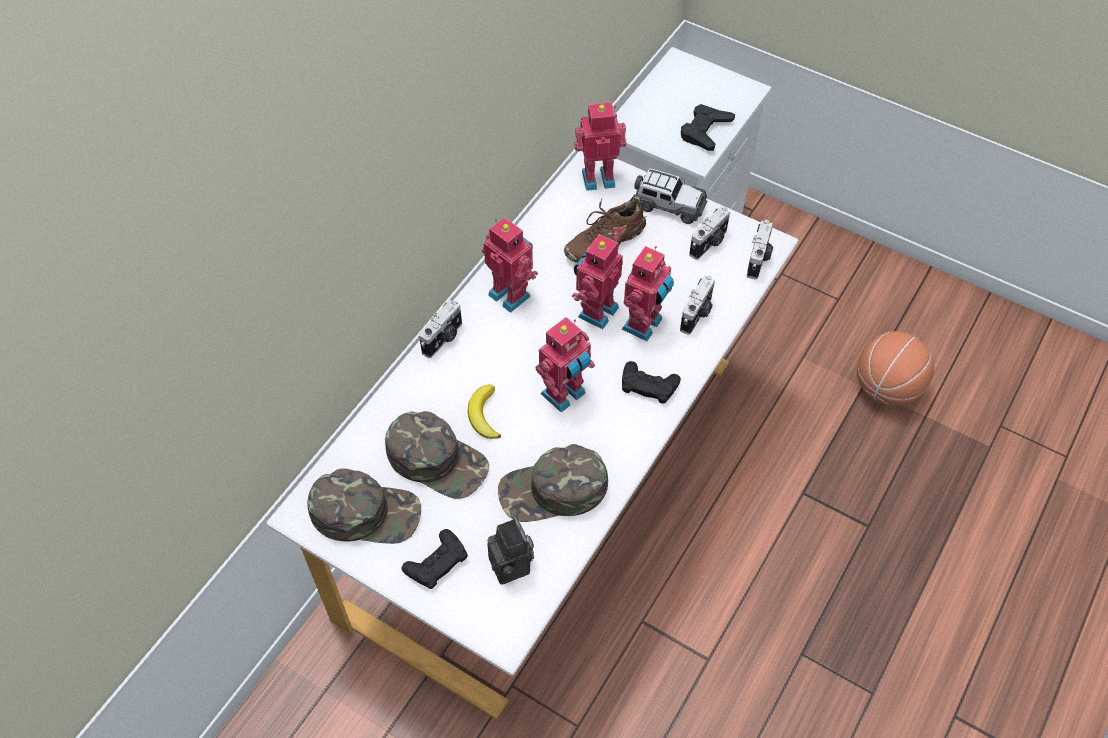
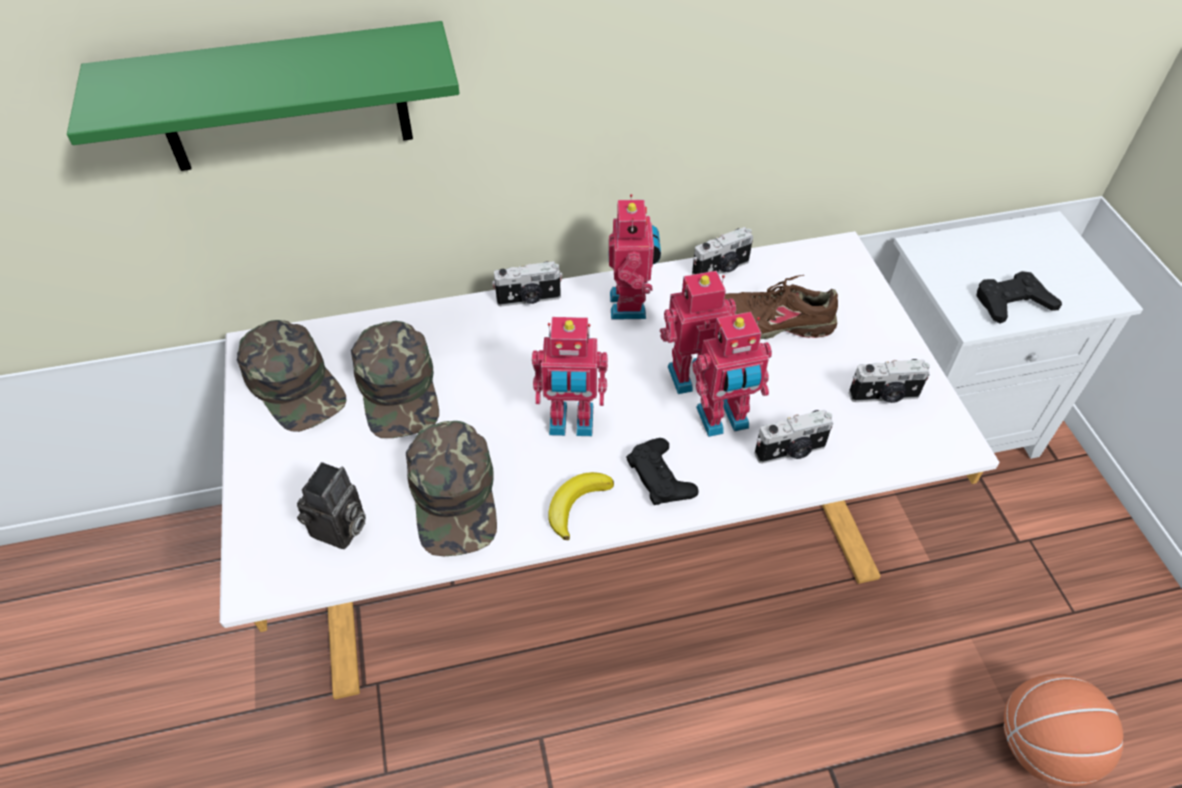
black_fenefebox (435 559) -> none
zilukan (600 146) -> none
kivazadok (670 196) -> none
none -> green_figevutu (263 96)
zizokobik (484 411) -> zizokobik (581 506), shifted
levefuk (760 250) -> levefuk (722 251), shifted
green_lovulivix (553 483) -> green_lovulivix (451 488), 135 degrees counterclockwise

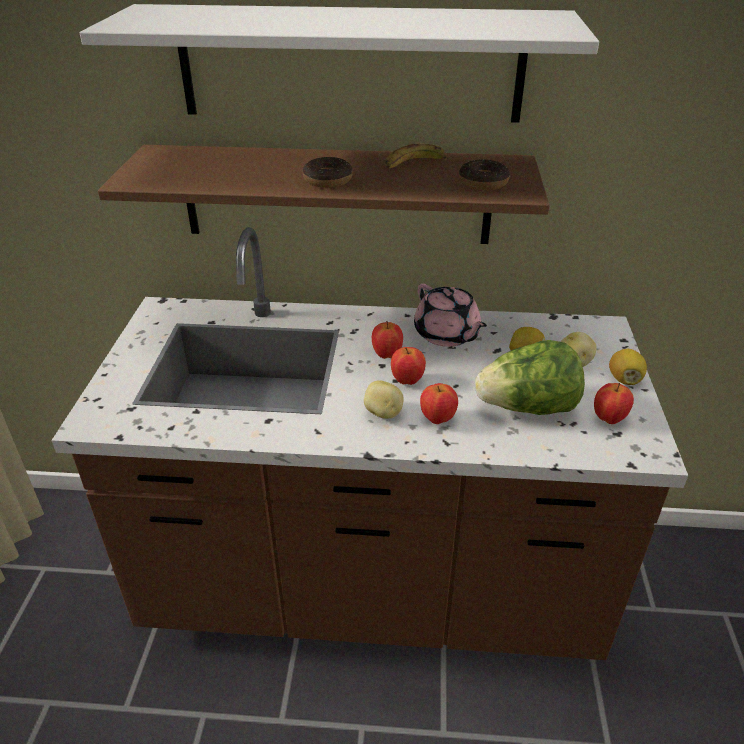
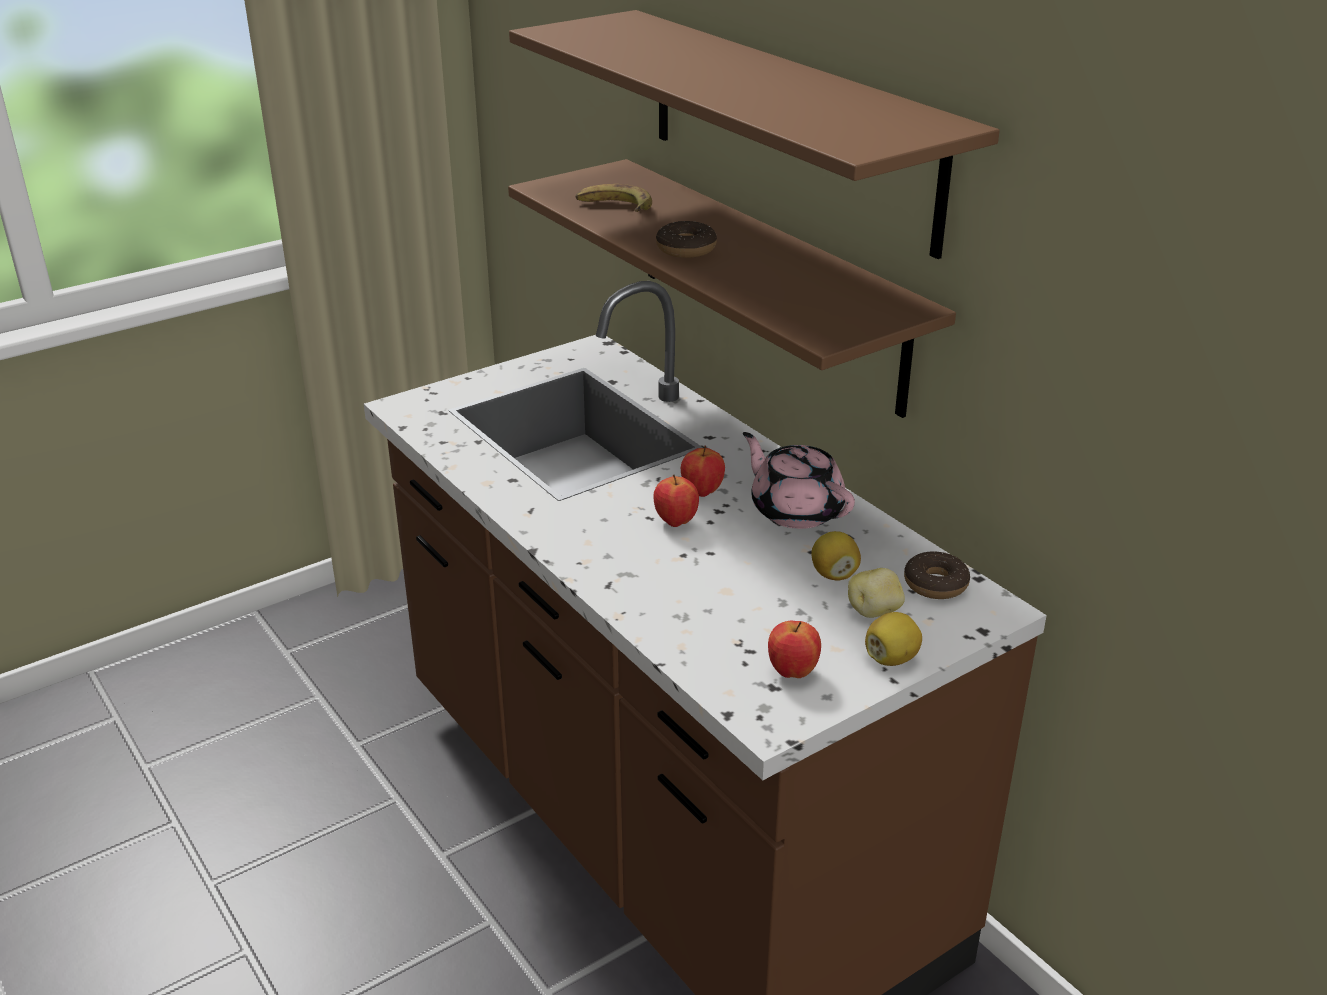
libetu (384 399) -> none
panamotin (439 403) -> none
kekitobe (530 377) -> none
zizokobik (416 156) -> zizokobik (614 198), shifted
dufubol (484 174) -> dufubol (937 575), shifted
white_figevutu (339 63) -> brown_figevutu (754 134)
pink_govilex (450 315) -> pink_govilex (799 480), 120 degrees clockwise

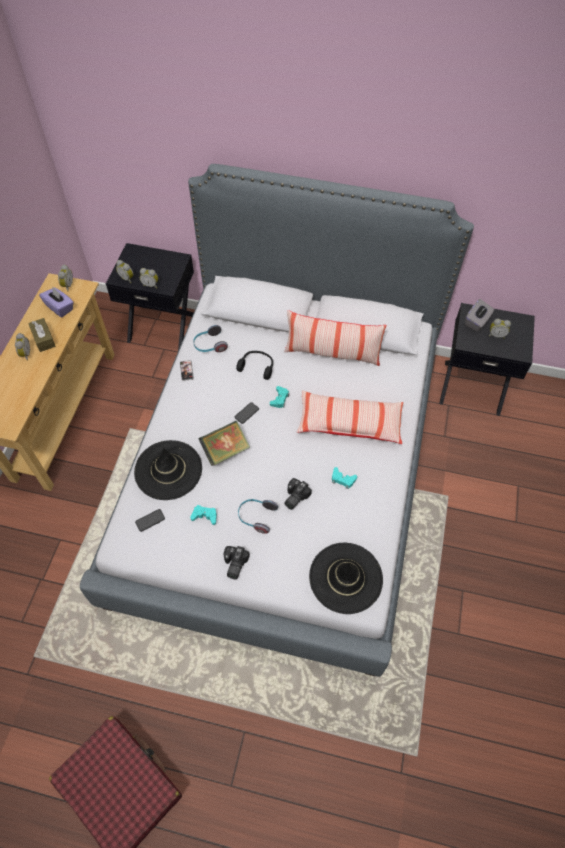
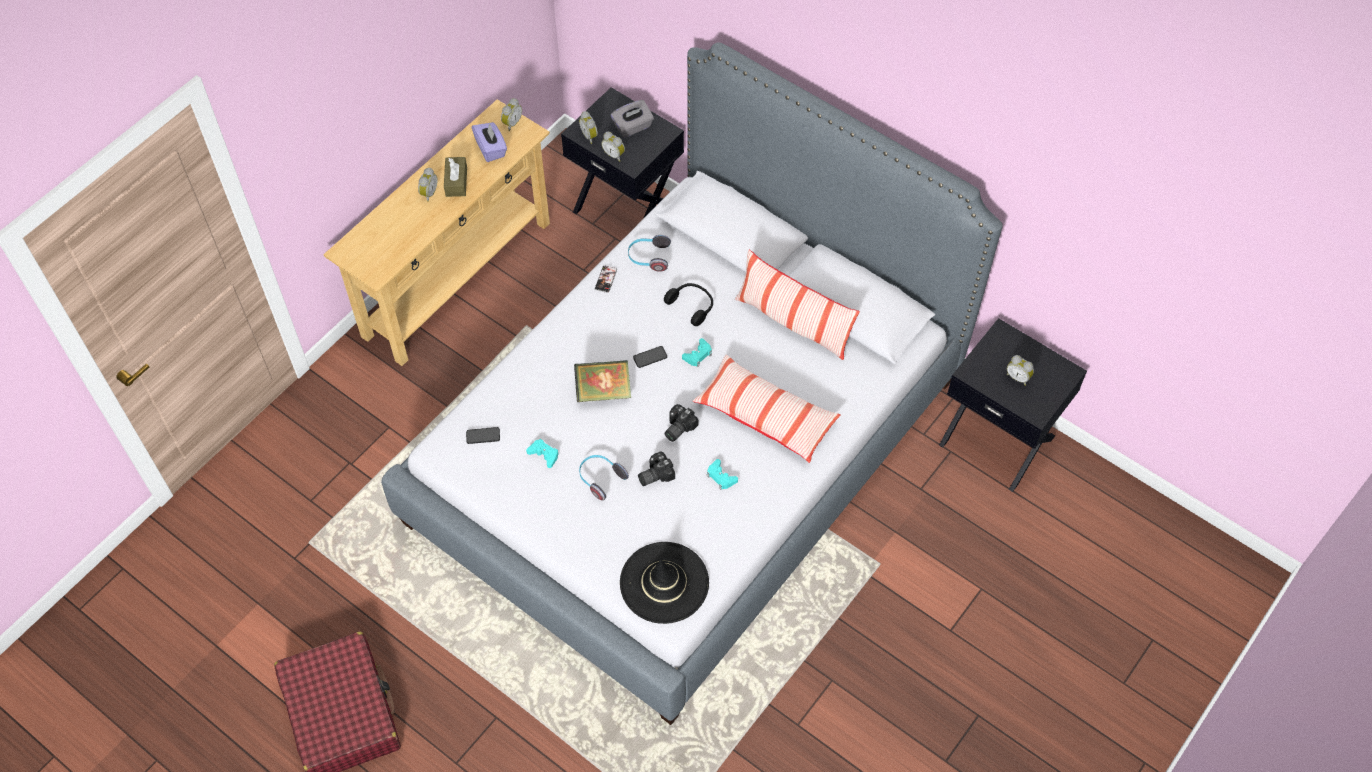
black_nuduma (168 470) -> none
levefuk (237 562) -> levefuk (681 423), shifted
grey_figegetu (479 315) -> grey_figegetu (632 119), shifted

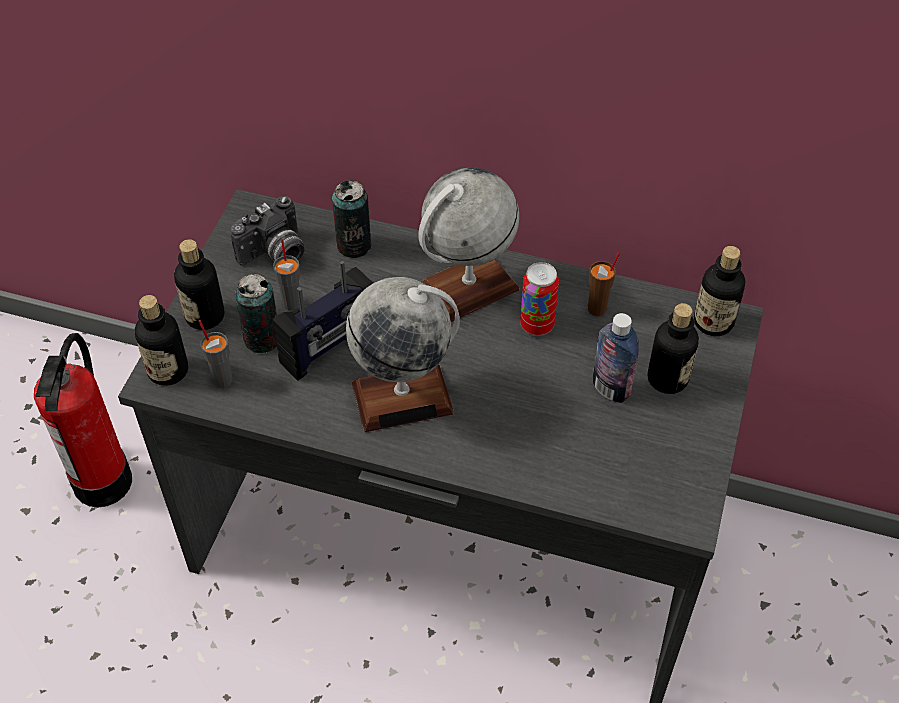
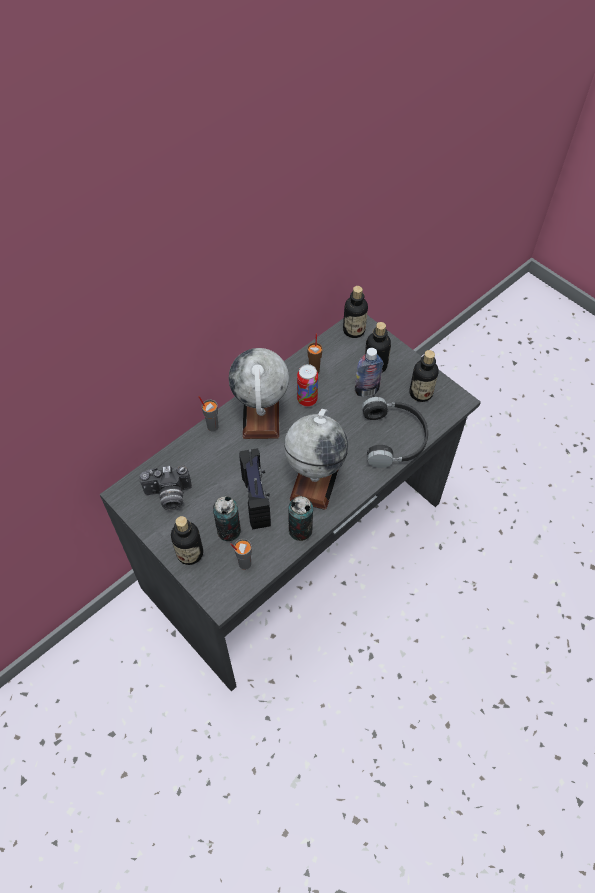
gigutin (83 420) -> none
none -> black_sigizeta (395 432)
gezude (161 340) -> gezude (424 376), shifted
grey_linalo (286 275) -> grey_linalo (208 414), shifted
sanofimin (351 219) -> sanofimin (300 518), shifted
levefuk (267 231) -> levefuk (165 487), 90 degrees clockwise

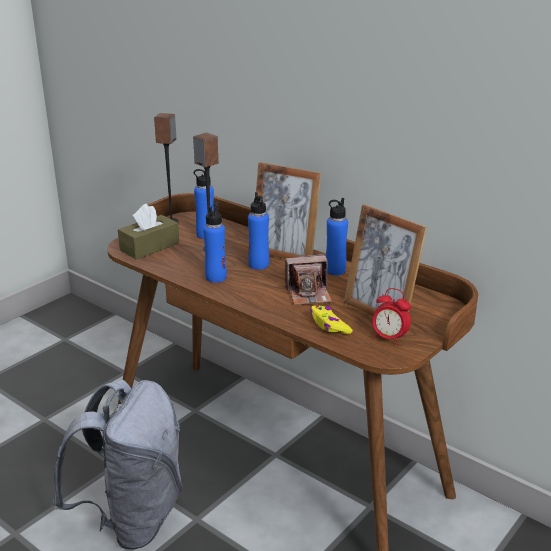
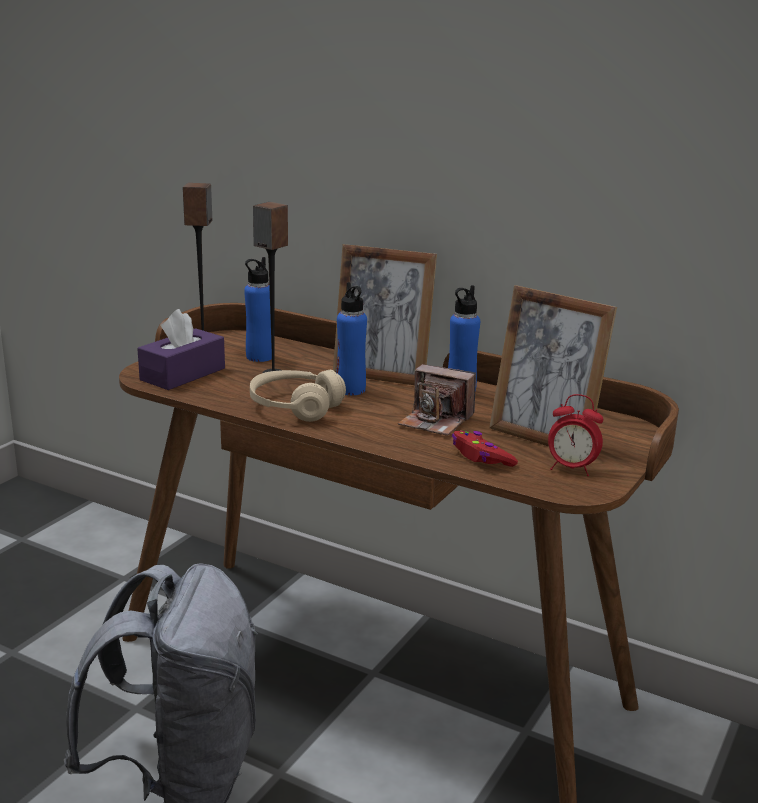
blue_gezude (215 242) -> beige_sigizeta (298 396)
brown_figegetu (148 231) -> purple_figegetu (181 349)
yellow_fenefebox (331 320) -> red_fenefebox (485 448)
levefuk (308 279) -> levefuk (437 400), 45 degrees clockwise

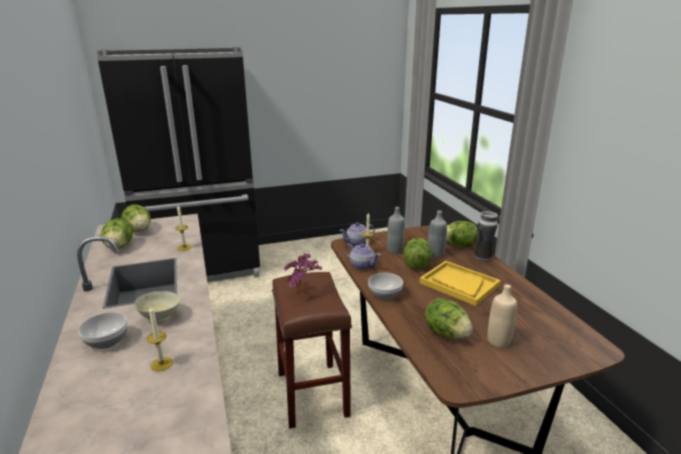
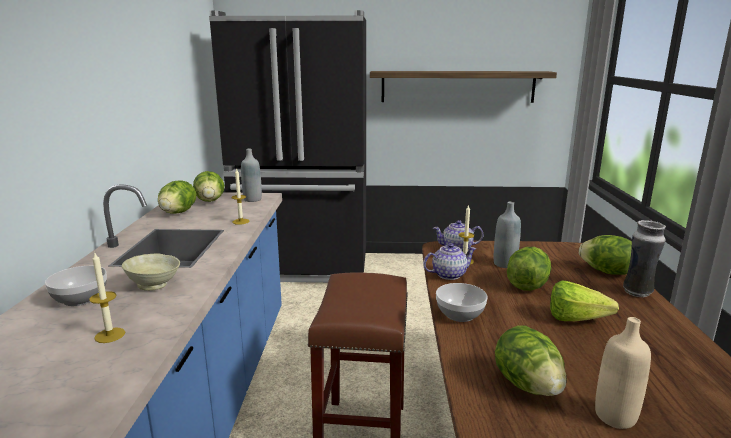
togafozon (303 273) -> none
none -> figevutu (463 87)
grey_gezude (437 234) -> grey_gezude (251 175), shifted
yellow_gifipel (460 283) -> kekitobe (584 300)
govilex (363 256) -> govilex (449 261), 75 degrees counterclockwise

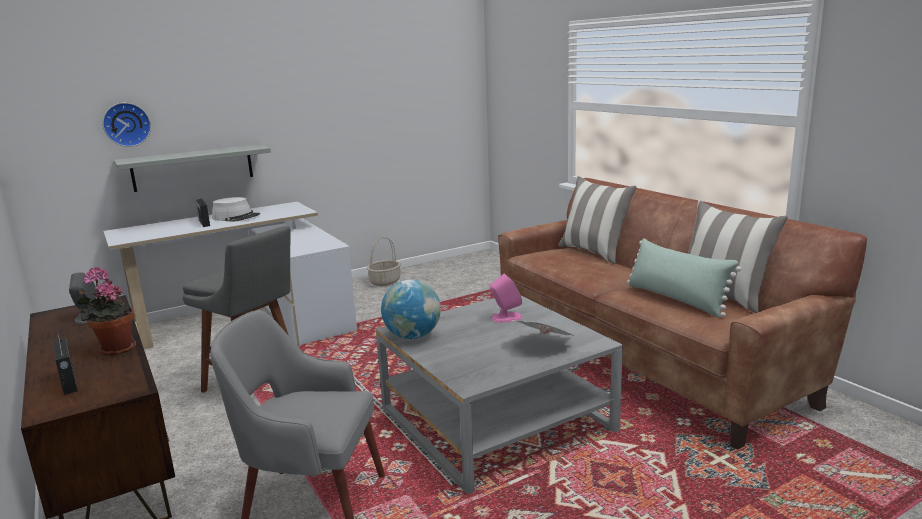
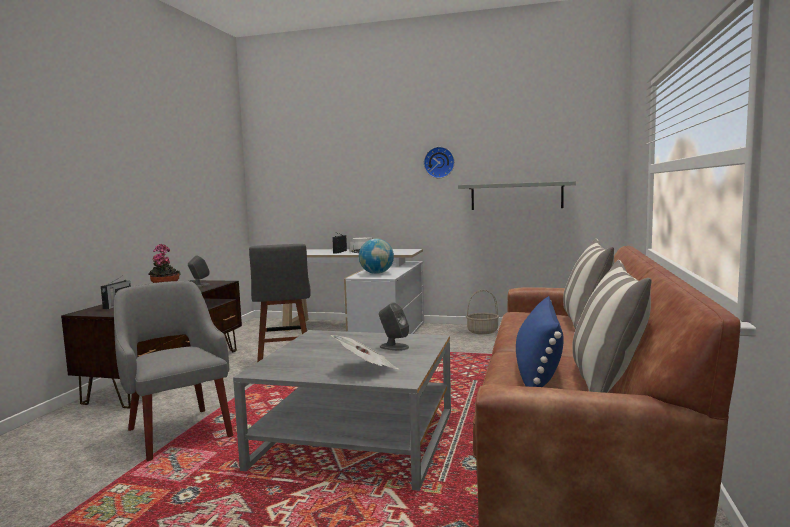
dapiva (127 125) -> dapiva (439 162), shifted
grey_figevutu (192 168) -> grey_figevutu (517 195), shifted
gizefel (411 309) -> gizefel (376 256), shifted
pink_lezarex (506 298) -> grey_lezarex (394 326)
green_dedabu (684 278) -> blue_dedabu (539 341)

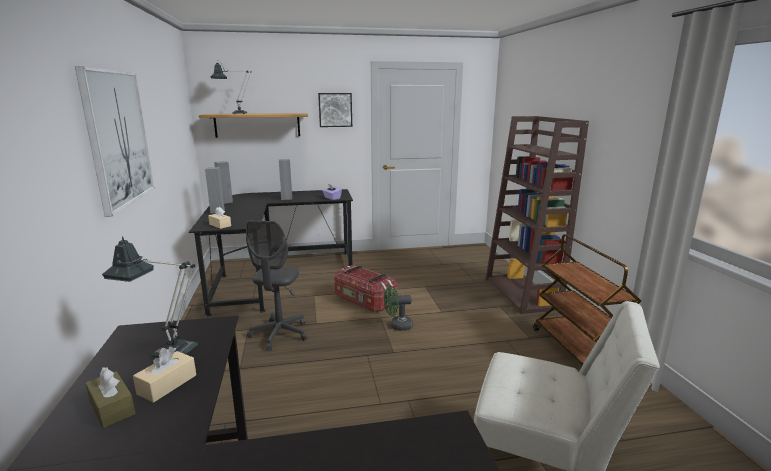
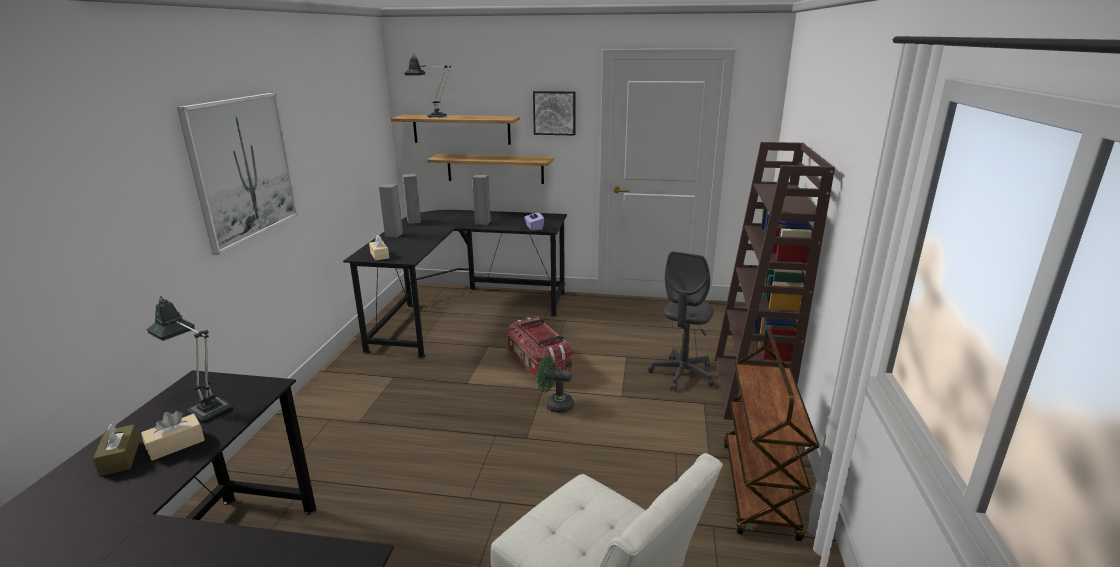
none -> figevutu (490 169)
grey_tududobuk (276 285) -> grey_tududobuk (681 321), shifted

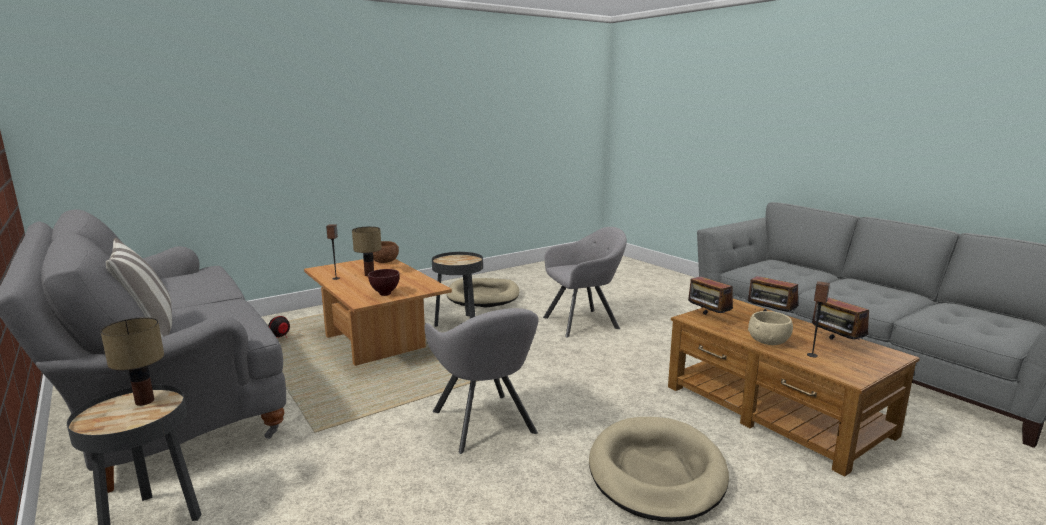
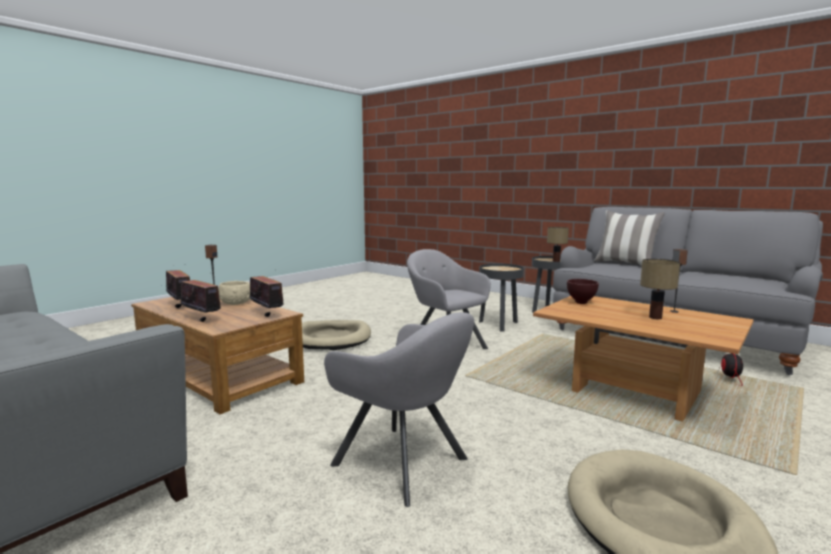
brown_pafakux (386 252) -> none
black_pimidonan (457 289) -> black_pimidonan (501 297), shifted
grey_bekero (585 282) -> grey_bekero (399 409), 105 degrees counterclockwise

